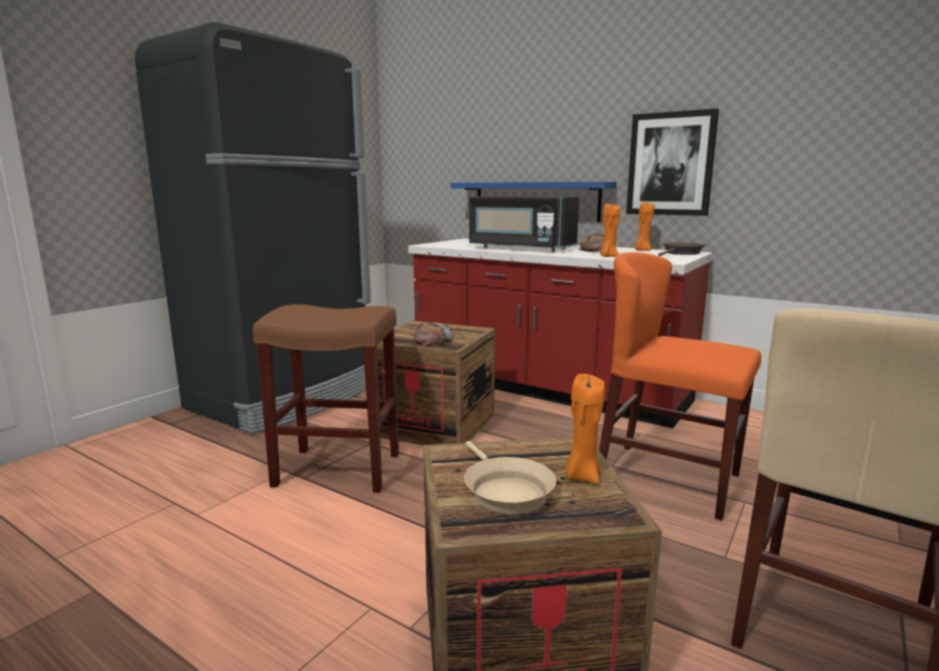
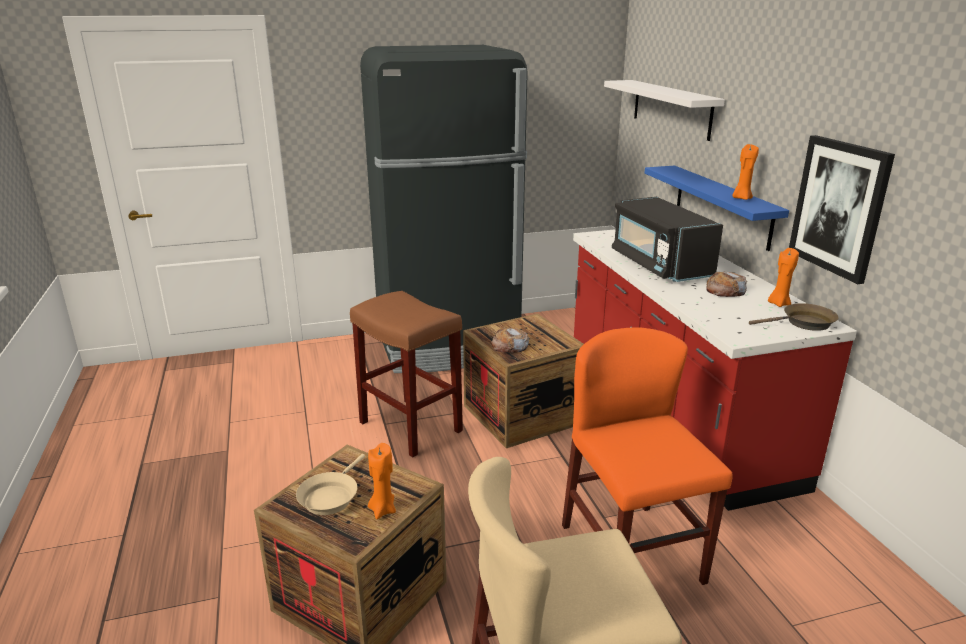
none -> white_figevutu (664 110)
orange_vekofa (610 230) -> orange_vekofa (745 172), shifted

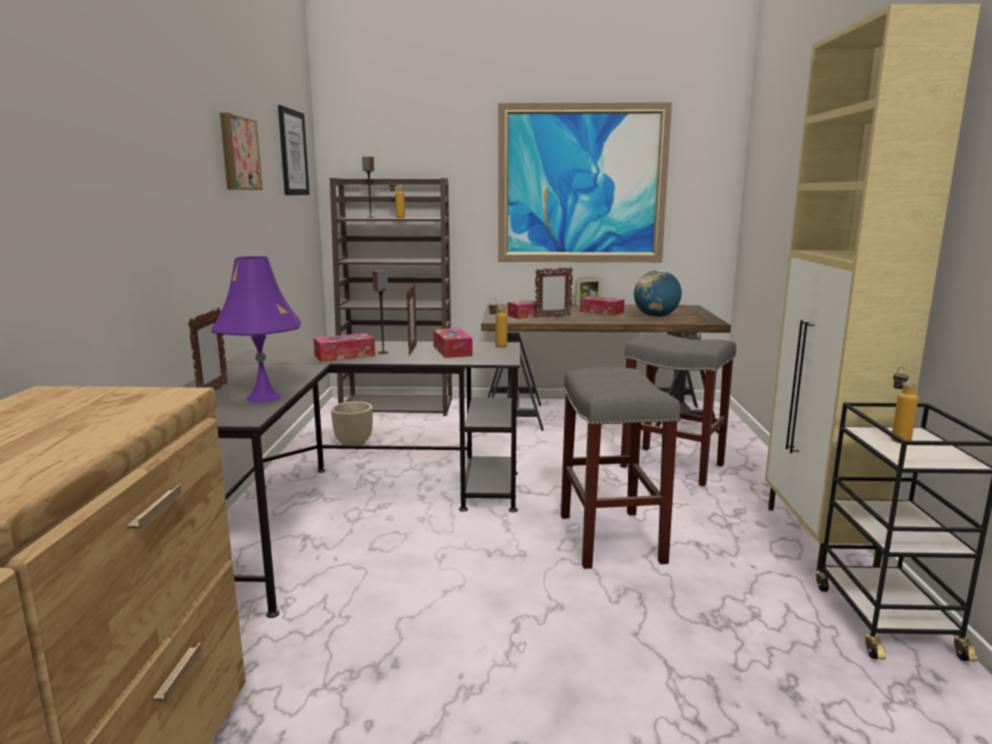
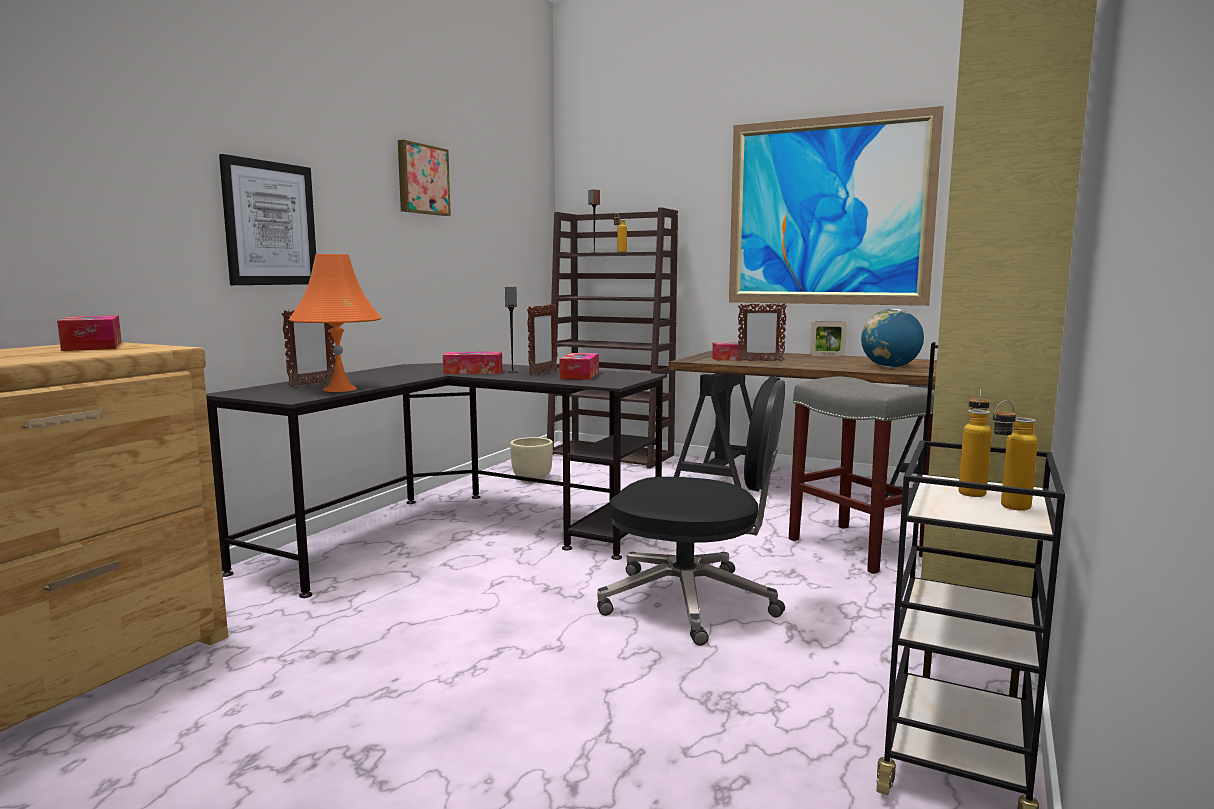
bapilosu (294 150) -> bapilosu (267 219), shifted
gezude (498 323) -> gezude (1015 456), shifted
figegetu (602 306) -> figegetu (89 333), shifted
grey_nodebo (620 468) -> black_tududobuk (691 511)
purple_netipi (256 329) -> orange_netipi (335 323)

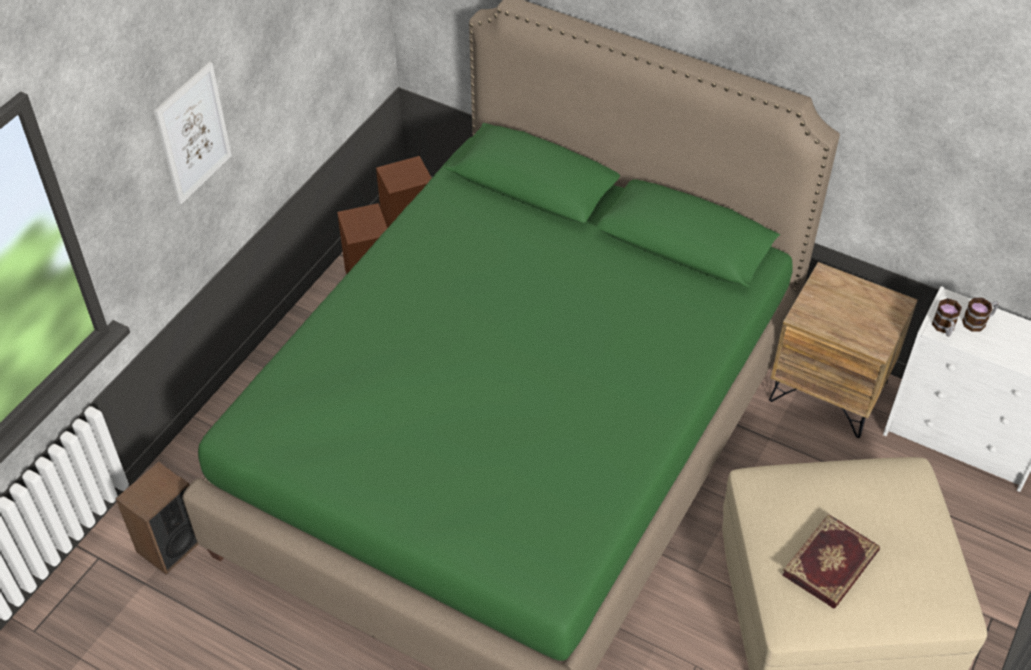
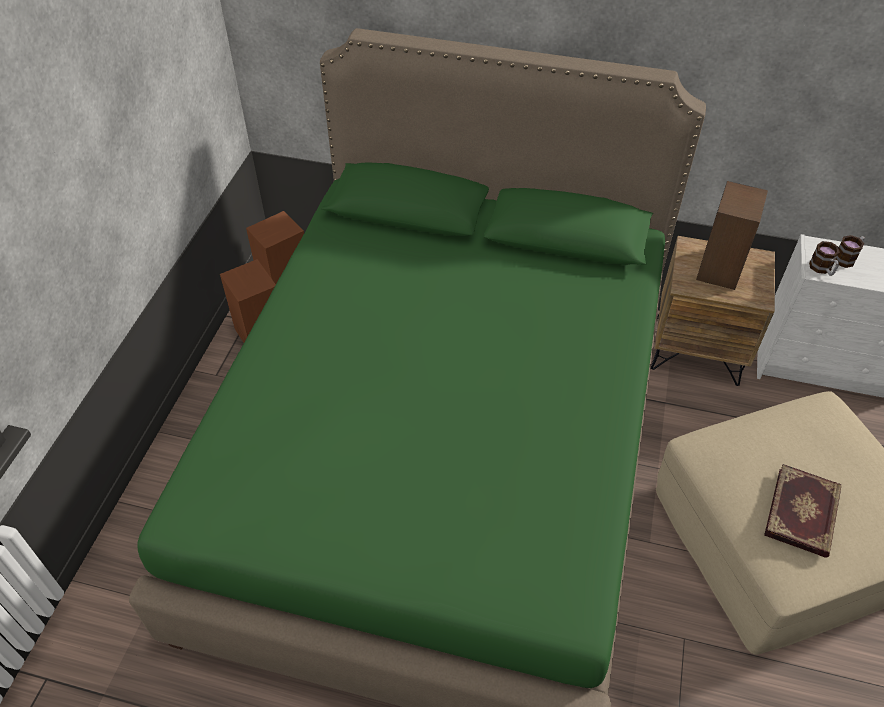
bapilosu (193 133) -> none
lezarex (157 517) -> lezarex (732 235), shifted

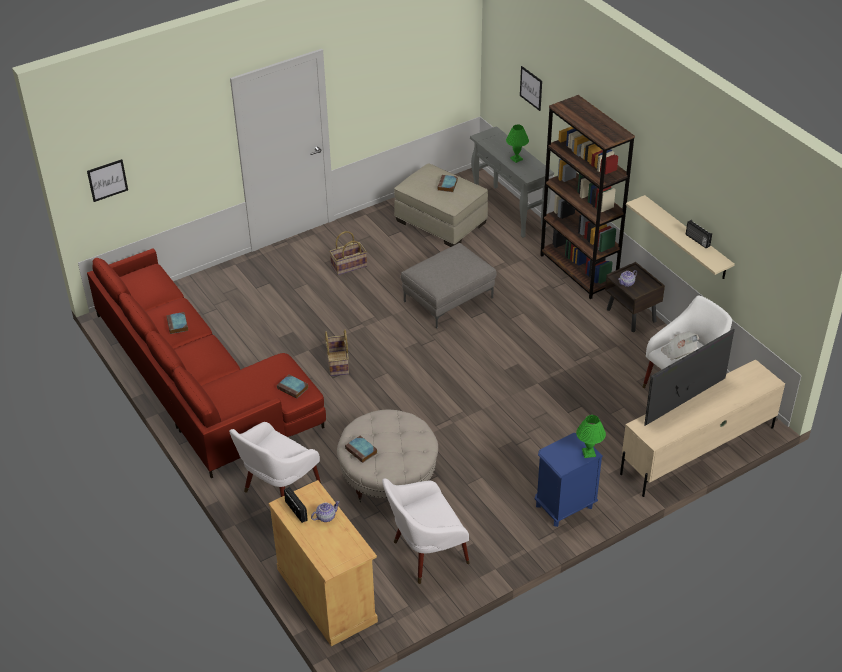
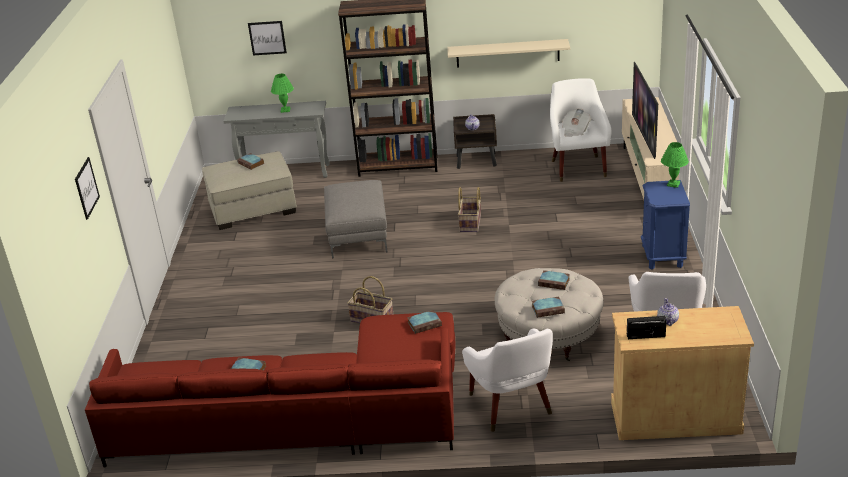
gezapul (699 234) -> none
none -> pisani (554 280)
bapilosu (107 180) -> bapilosu (87 188), shifted
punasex (348 253) -> punasex (469 209), shifted

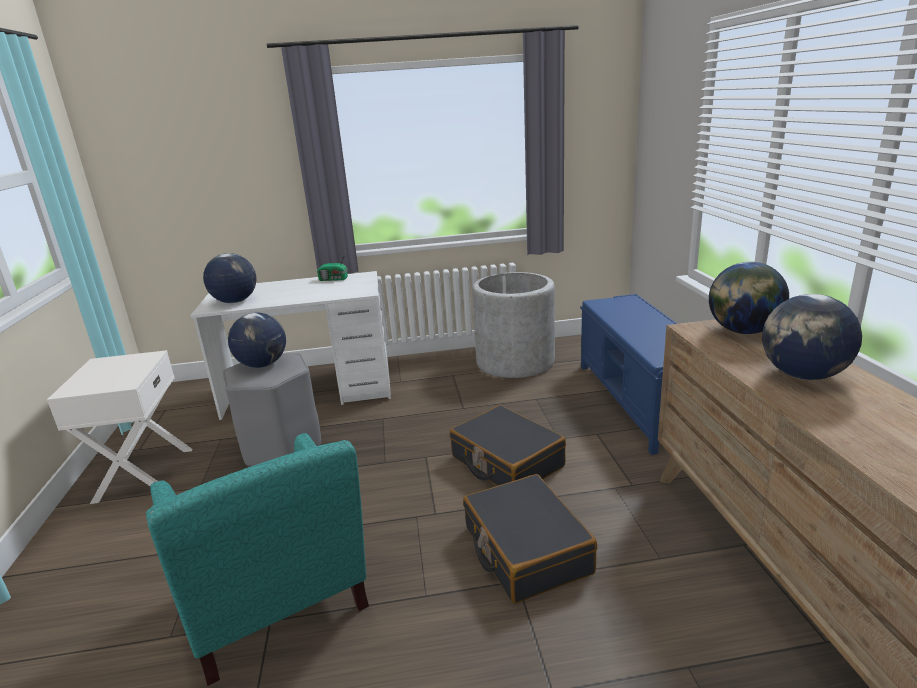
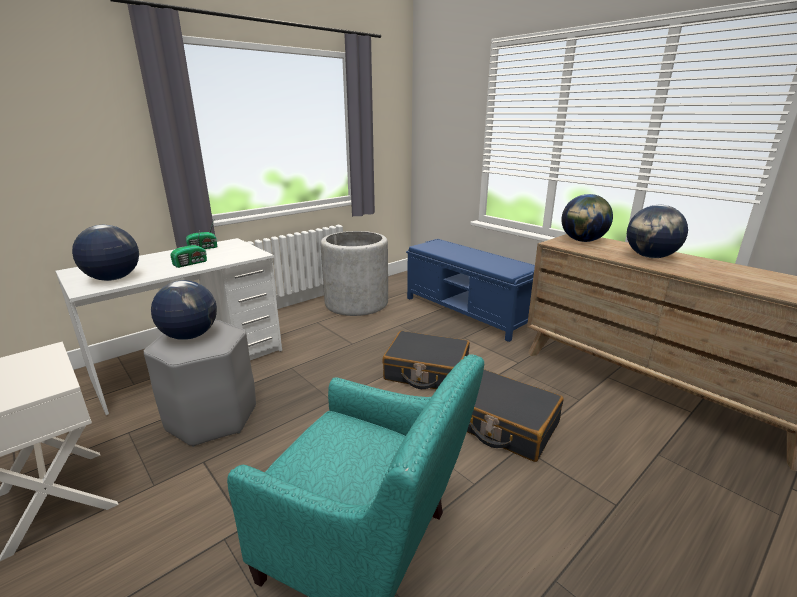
none -> gezapul (188 249)

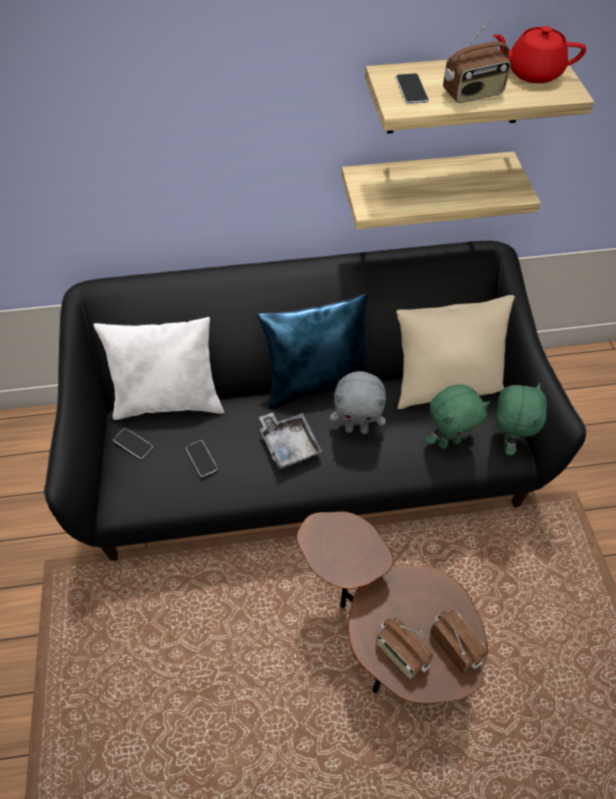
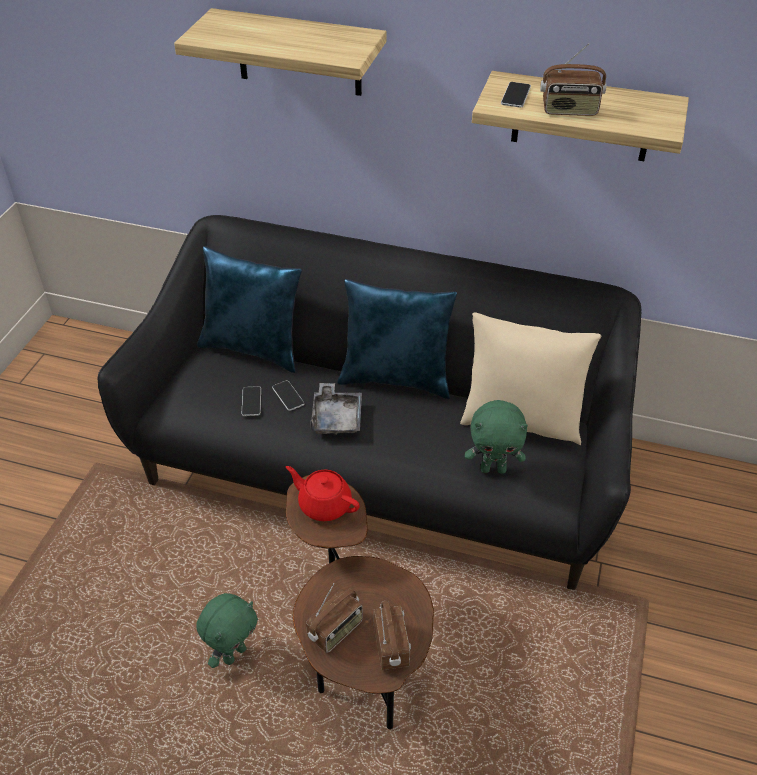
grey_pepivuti (358 402) -> none
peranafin (133 443) -> peranafin (288 395), shifted
figevutu (441 191) -> figevutu (280 52), shifted
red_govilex (539 54) -> red_govilex (323 493), shifted
green_pepivuti (521 419) -> green_pepivuti (227 630), shifted
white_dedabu (159 368) -> blue_dedabu (249 309)
gezapul (404 648) -> gezapul (334 618), 120 degrees counterclockwise

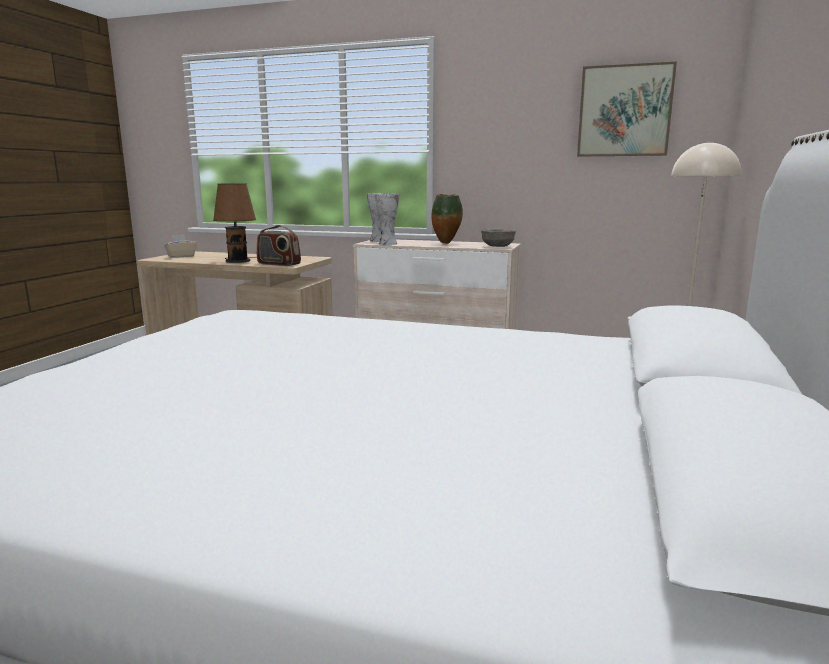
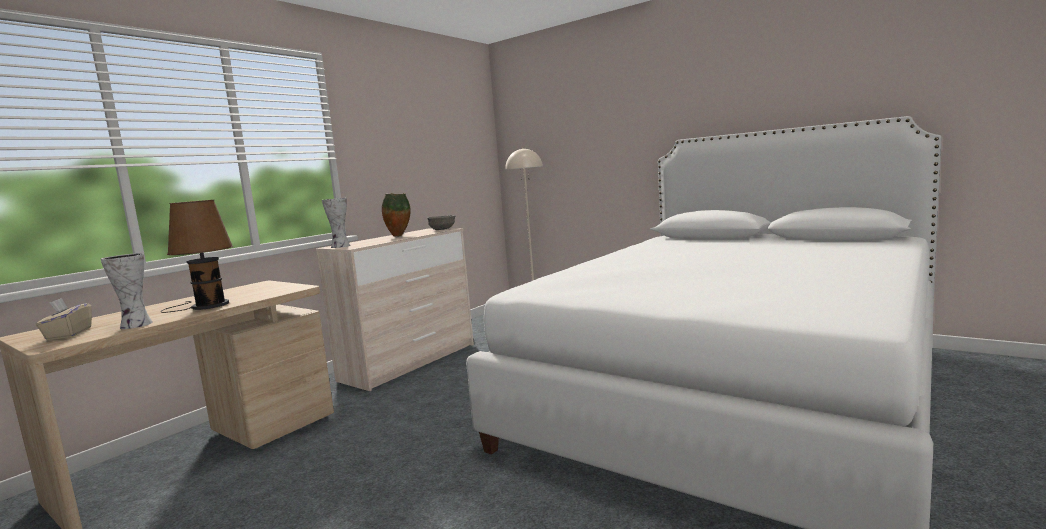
gezapul (279 245) -> none
bapilosu (627 109) -> none
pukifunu (387 219) -> pukifunu (127 291), shifted

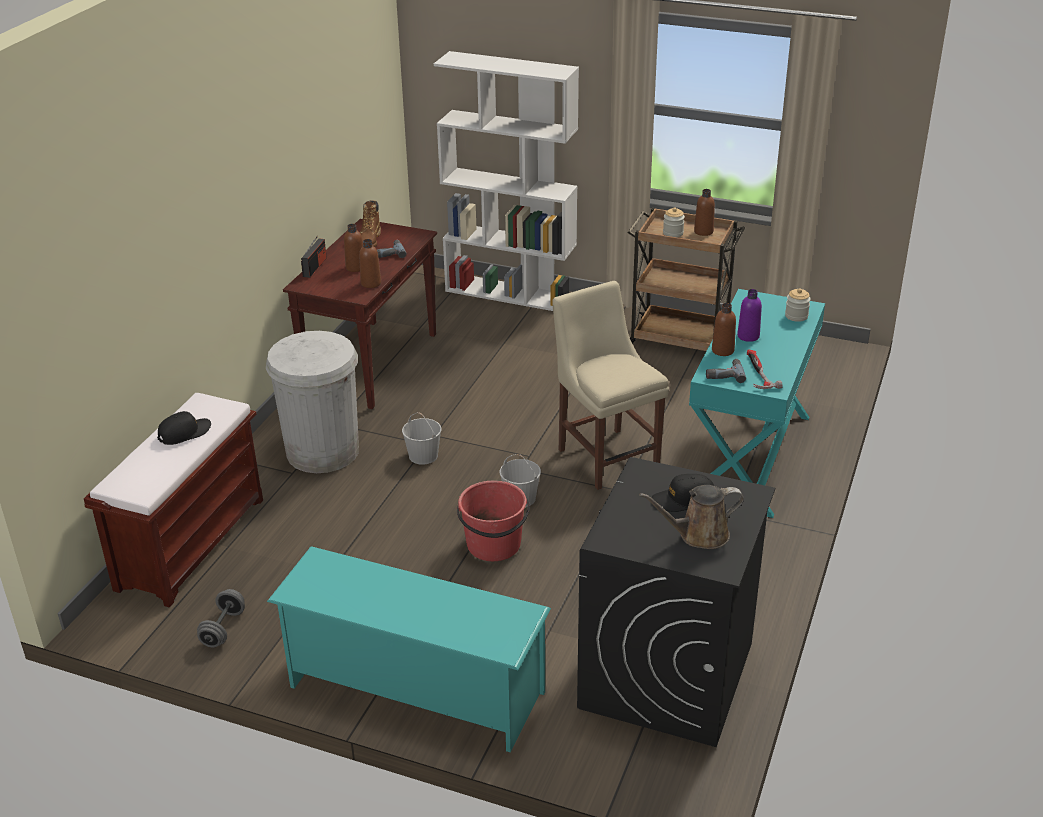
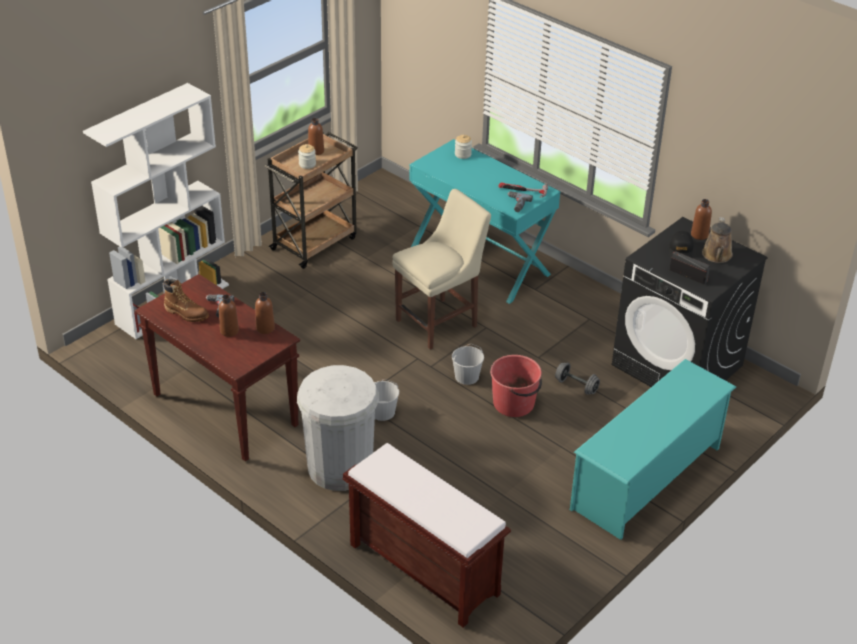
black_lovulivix (184 428) -> none
purple_gezude (749 315) -> none
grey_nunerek (221 618) -> grey_nunerek (577 378), shifted
gezapul (314 257) -> gezapul (689 267), shifted
brown_gezude (724 329) -> brown_gezude (701 219), shifted
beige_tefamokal (610 385) -> beige_tefamokal (441 269), 150 degrees clockwise

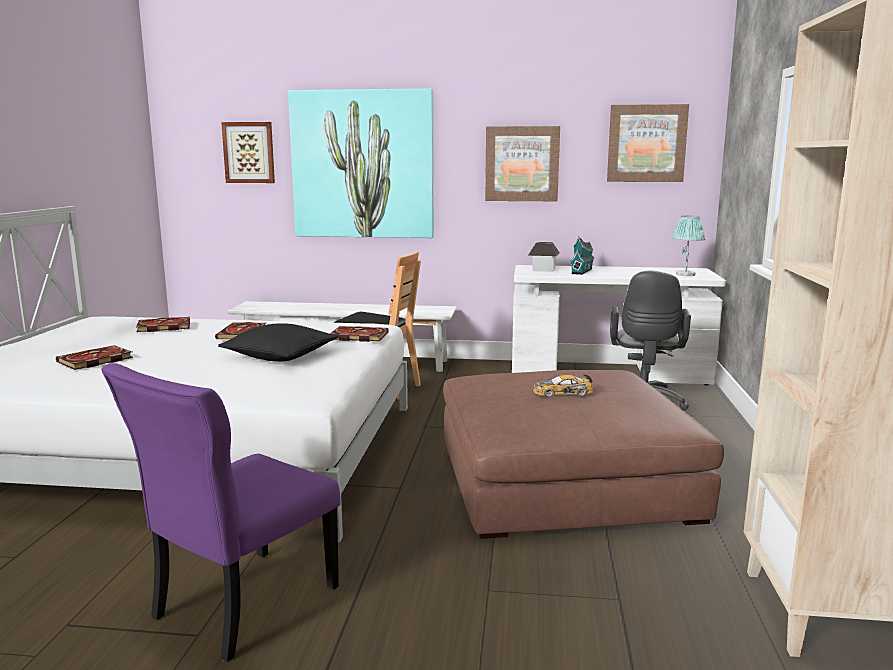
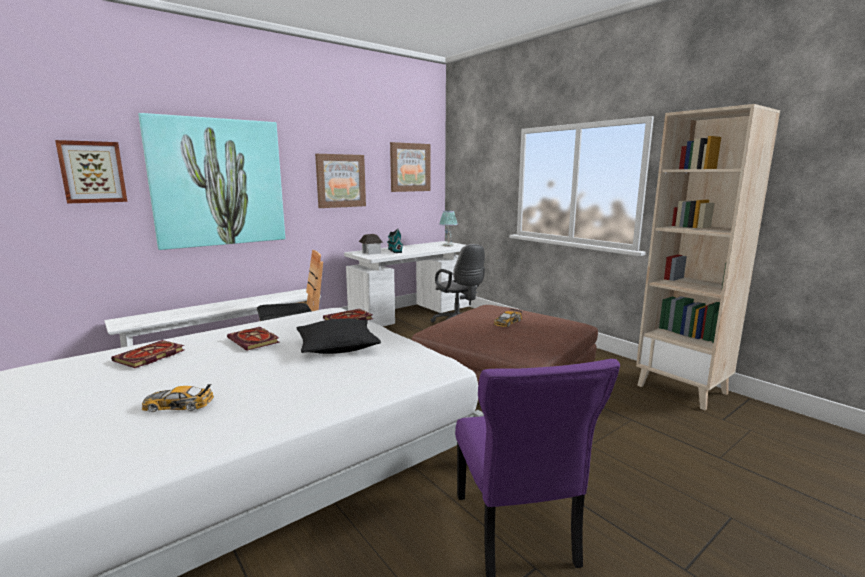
pisani (94 357) -> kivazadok (178 398)

